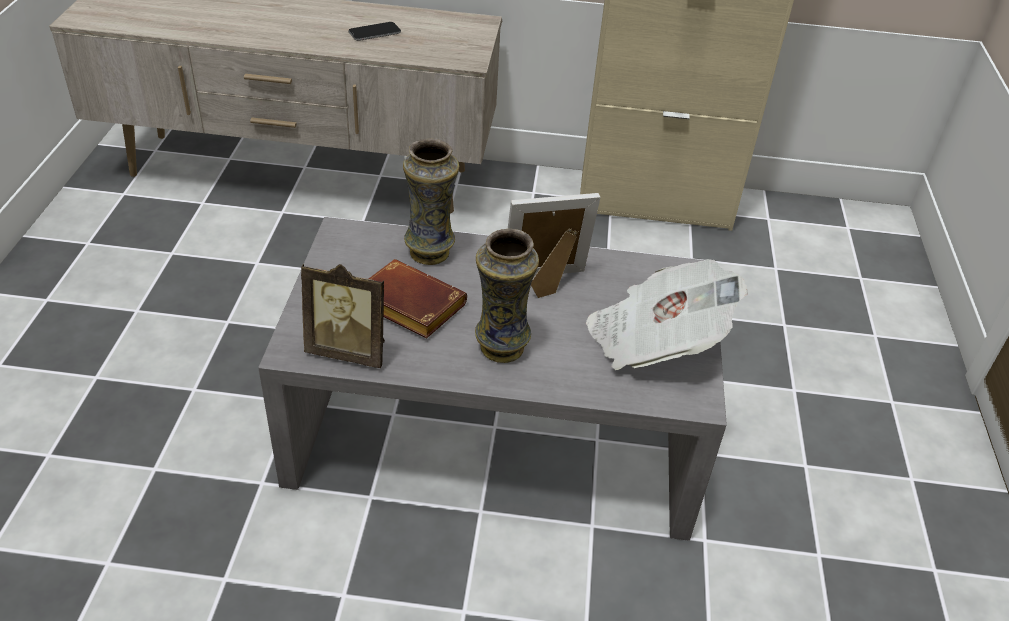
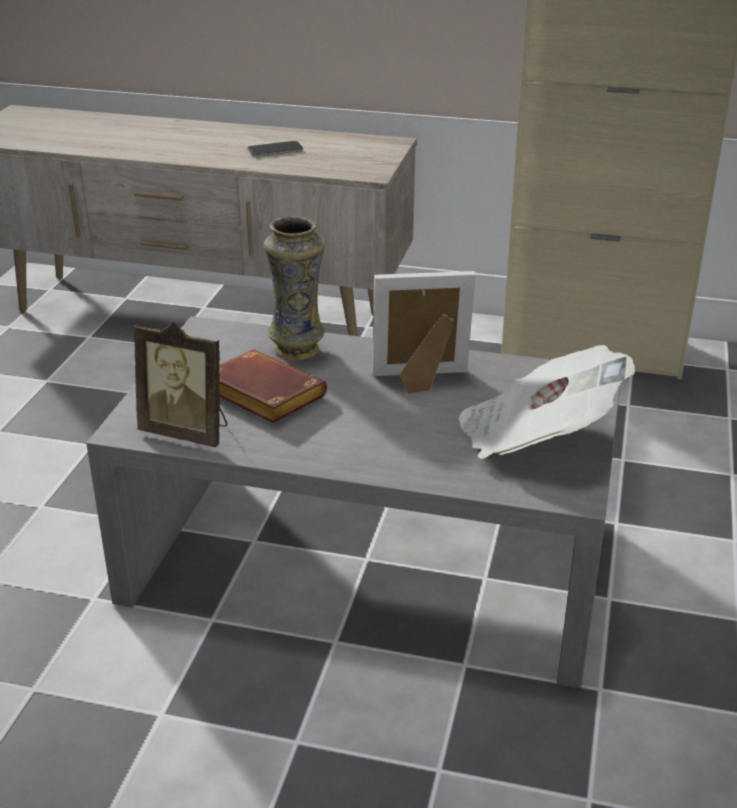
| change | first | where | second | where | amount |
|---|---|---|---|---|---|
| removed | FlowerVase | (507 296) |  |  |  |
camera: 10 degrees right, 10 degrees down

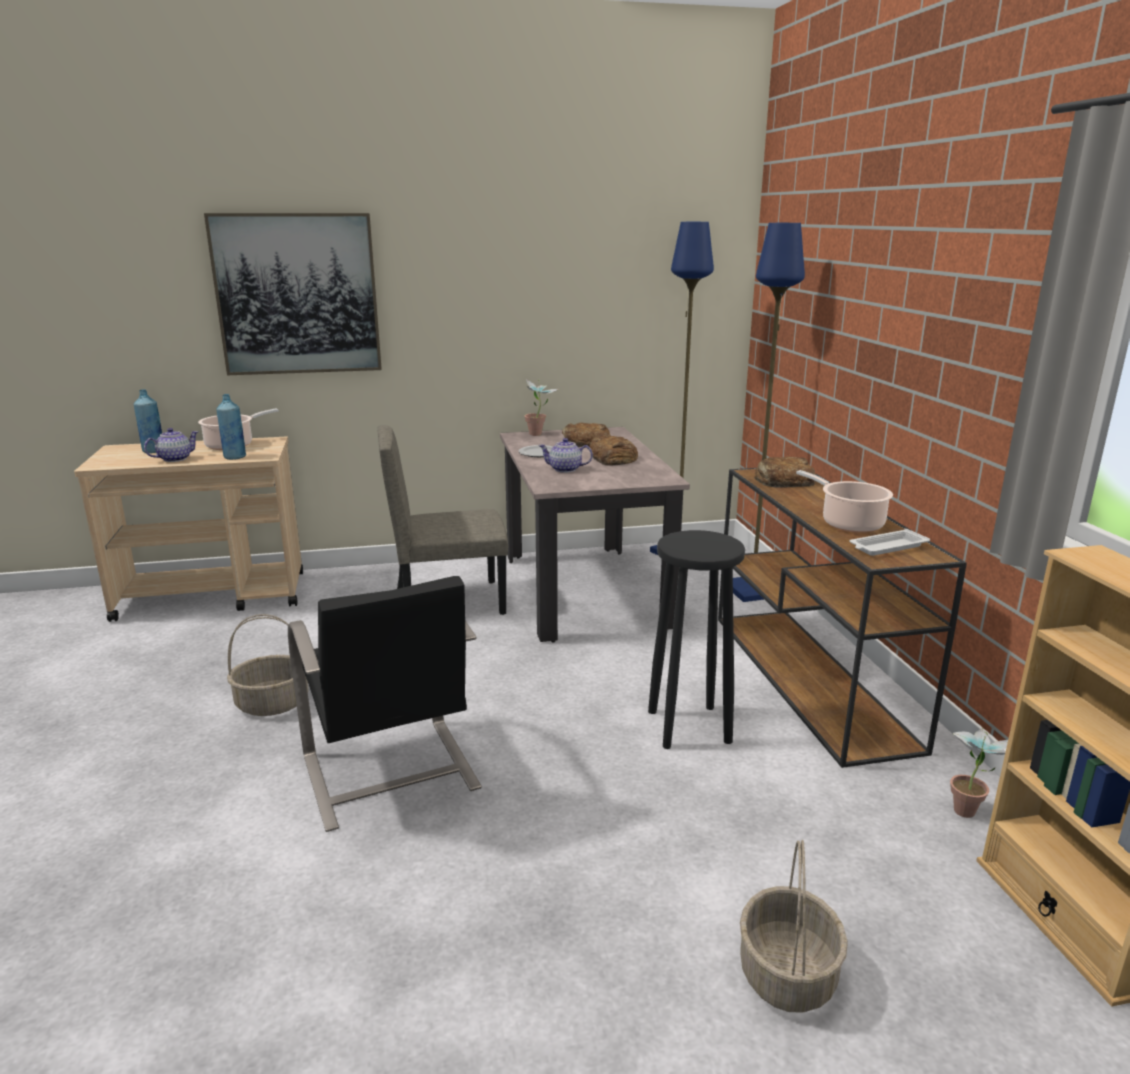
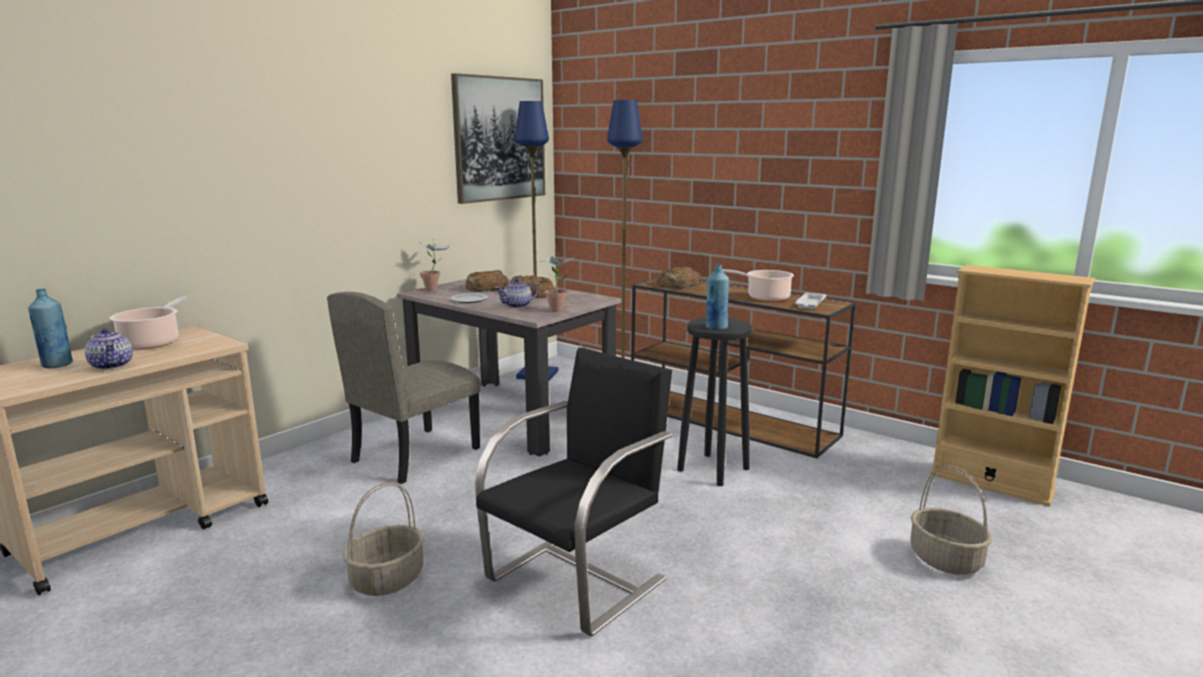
| change | first | where | second | where | amount |
|---|---|---|---|---|---|
| moved | WallPicture | (293 294) |  | (498 138) |  |
| moved | BlueDrinkBottle | (231 427) |  | (717 297) |  |
| turned | TeaPot | (171 445) |  | (108 349) | 135 degrees clockwise |
| turned | BlackishUprightChair | (385 704) |  | (573 491) | 75 degrees counterclockwise |
| moved | Houseplant | (979 772) |  | (556 282) |  |
camera: 40 degrees left, 5 degrees down

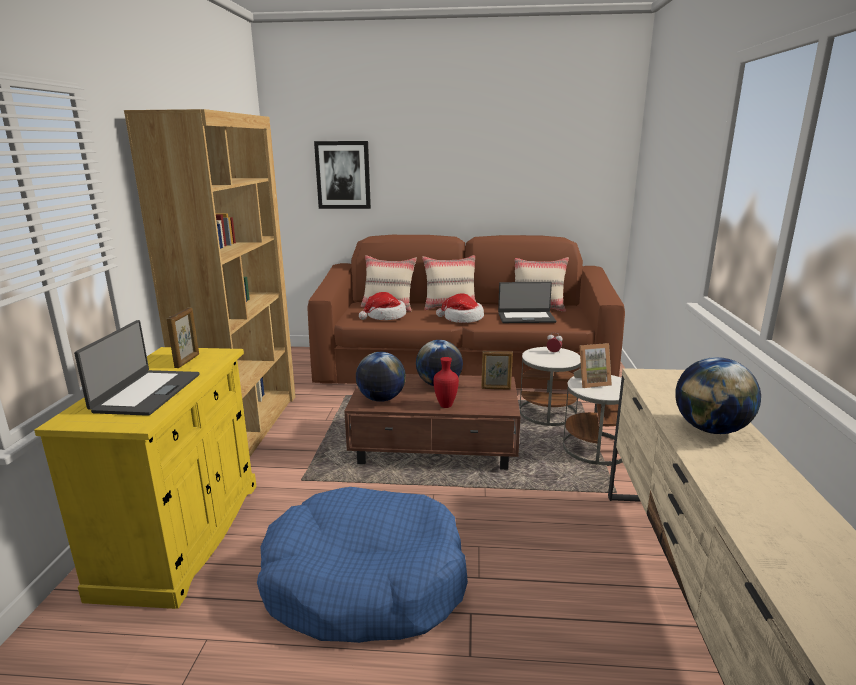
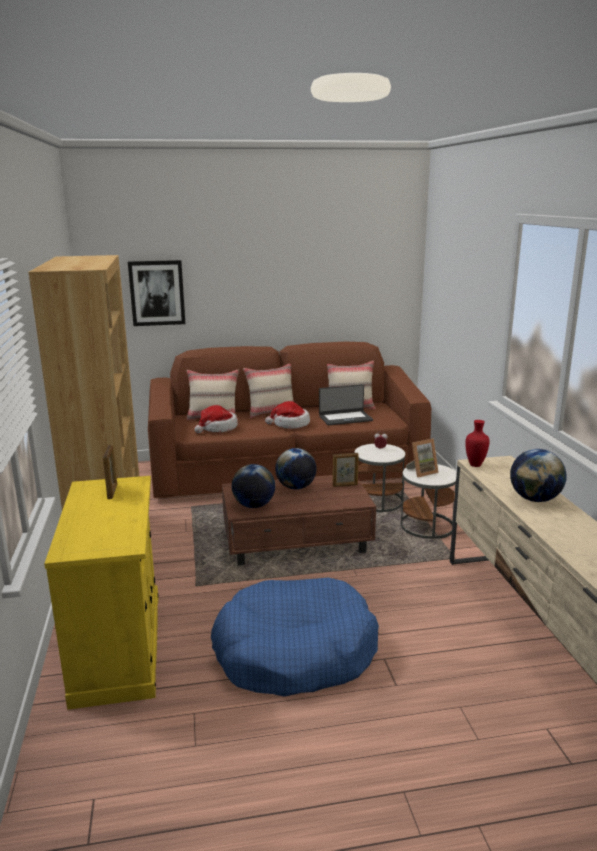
| change | first | where | second | where | amount |
|---|---|---|---|---|---|
| removed | NotebookComputer | (136 368) |  |  |  |
| moved | ReddishFlowerVase | (446 382) |  | (477 443) |  |
camera: 15 degrees left, 0 degrees up

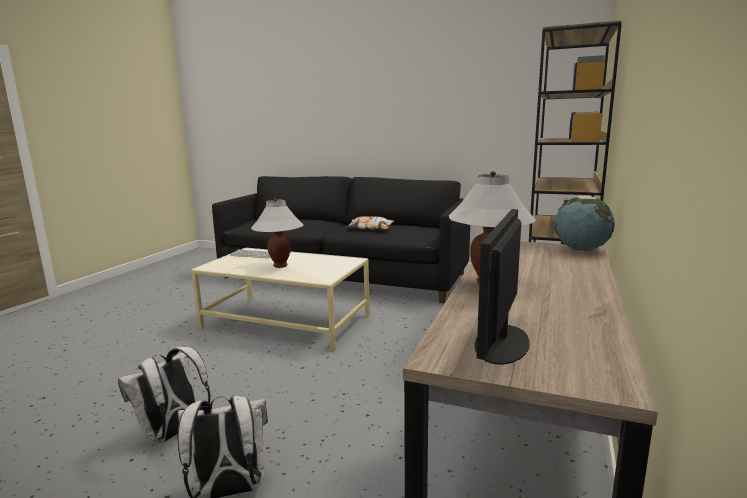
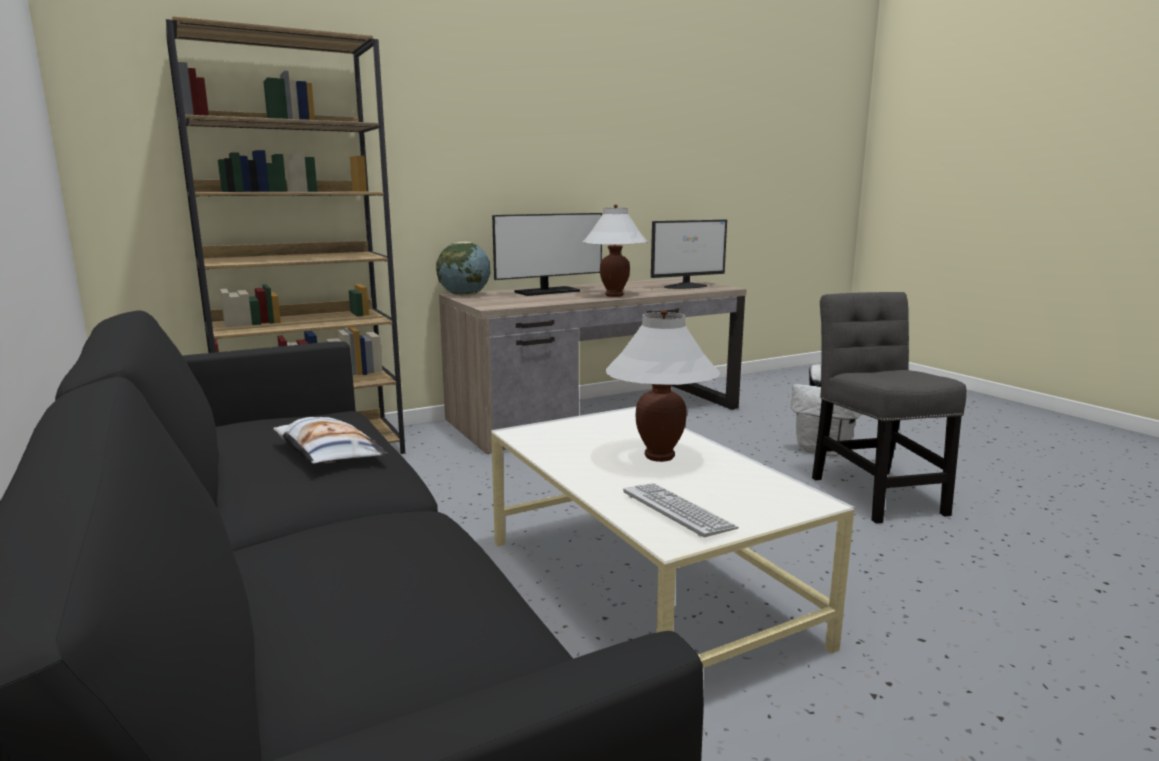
| change | first | where | second | where | amount |
|---|---|---|---|---|---|
| replaced | WhiteRucksack | (164 395) | GreyishUprightChair | (889 407) |  |
| added |  |  | Monitor | (547 254) |  |
camera: 140 degrees left, 0 degrees up

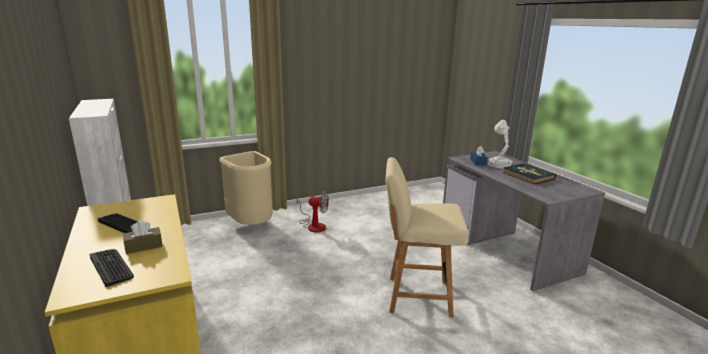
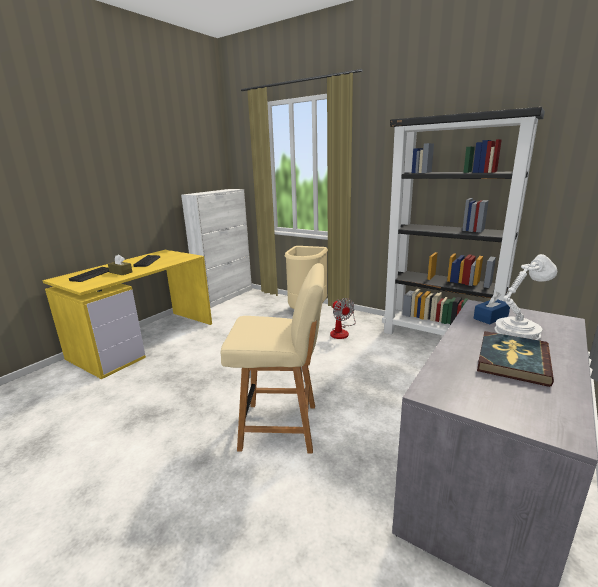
| change | first | where | second | where | amount |
|---|---|---|---|---|---|
| turned | BeigeUprightChair | (427 237) |  | (273 358) | 120 degrees clockwise |
| added |  |  | BlackishBookcase | (463 221) |  |
camera: 60 degrees right, 0 degrees up

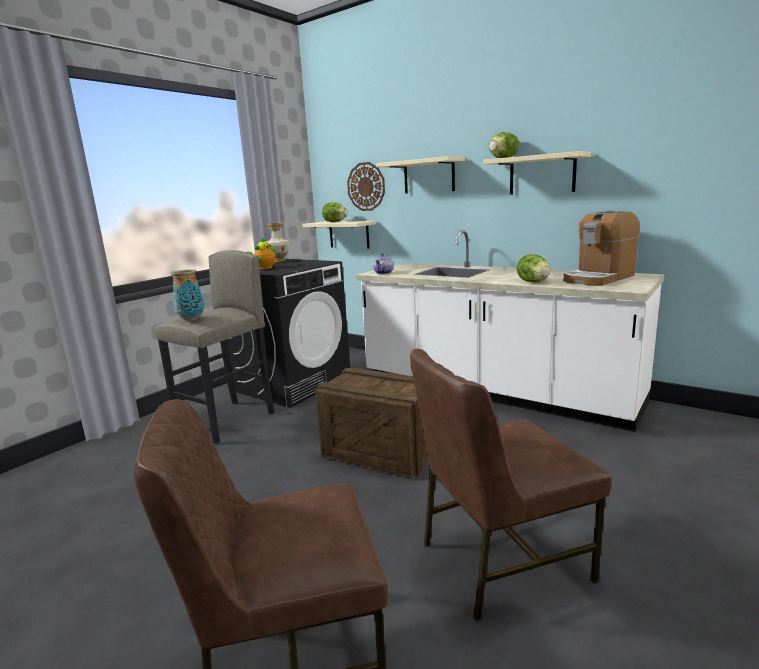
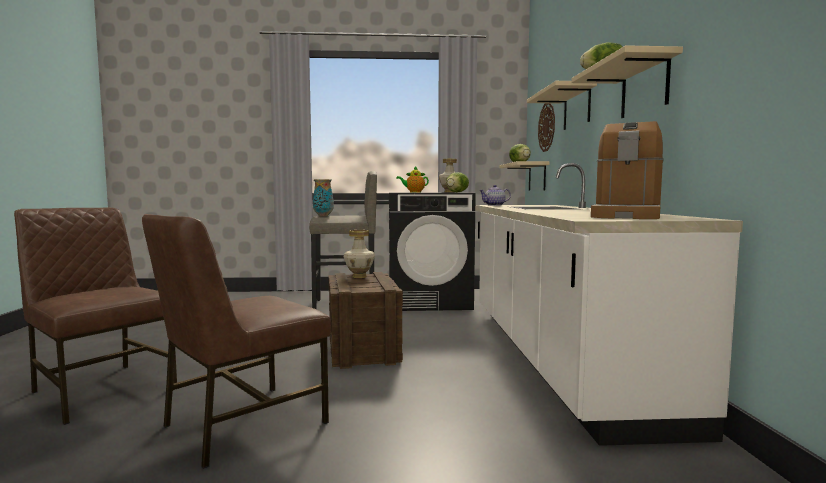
| change | first | where | second | where | amount |
|---|---|---|---|---|---|
| turned | CoffeeMachine | (601 248) |  | (627 170) | 75 degrees counterclockwise |
| moved | HeadOfLettuce | (533 268) |  | (457 182) |  |
| turned | BrownUprightChair | (510 484) |  | (236 341) | 75 degrees counterclockwise |
| added |  |  | FlowerVase | (359 254) |  |
camera: 50 degrees right, 10 degrees down

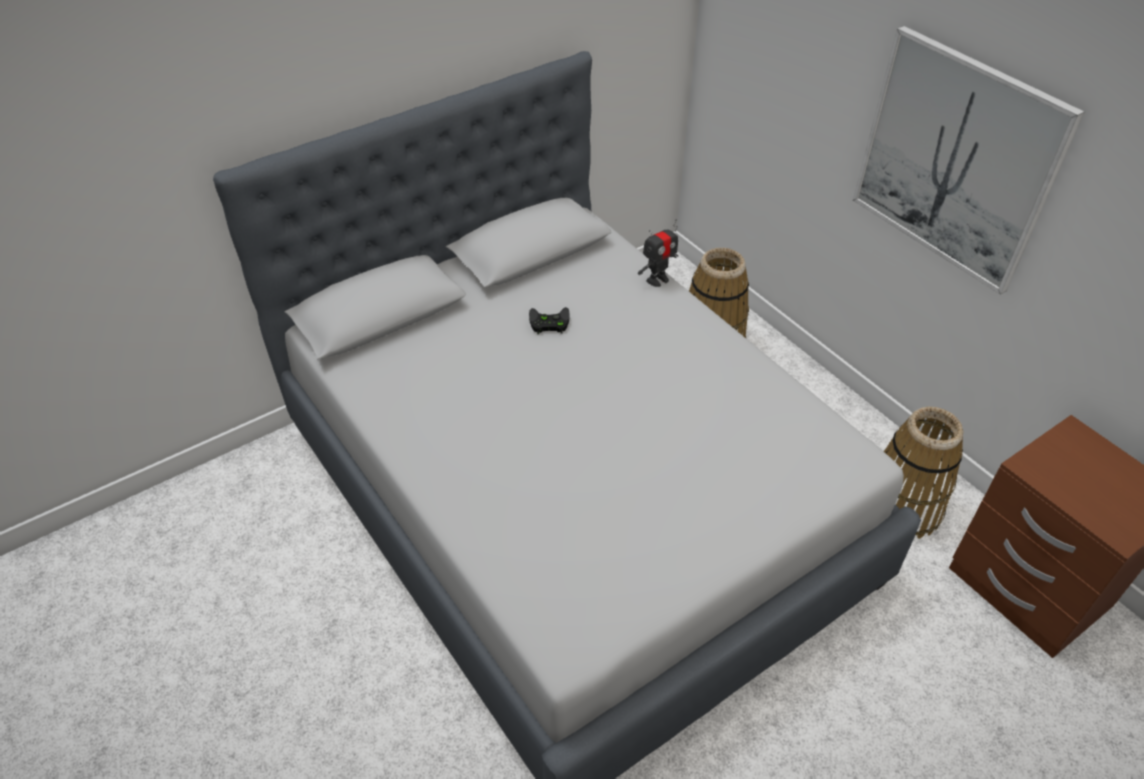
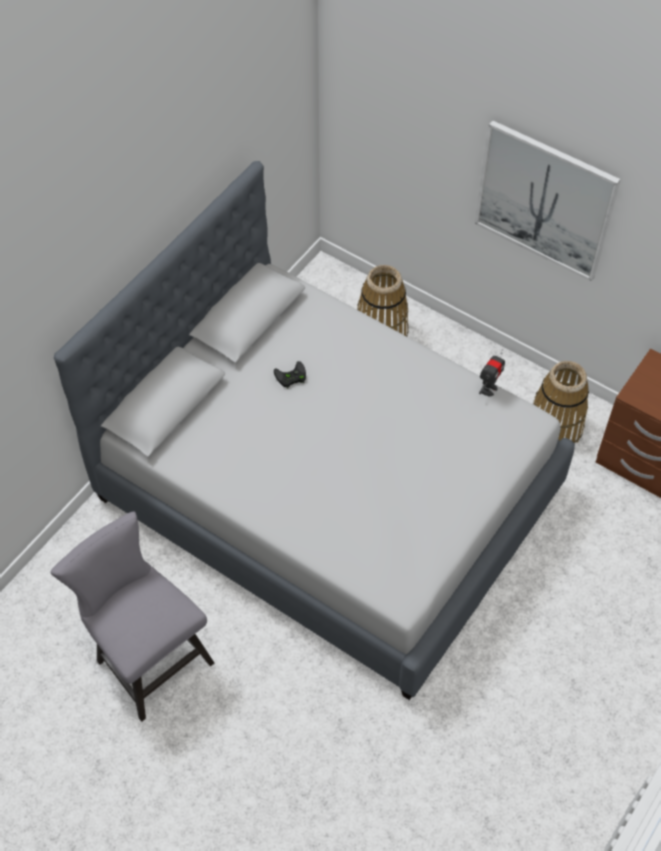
| change | first | where | second | where | amount |
|---|---|---|---|---|---|
| moved | ModelRobot | (658 253) |  | (492 372) |  |
| added |  |  | GreyishUprightChair | (132 616) |  |
camera: 20 degrees left, 10 degrees up

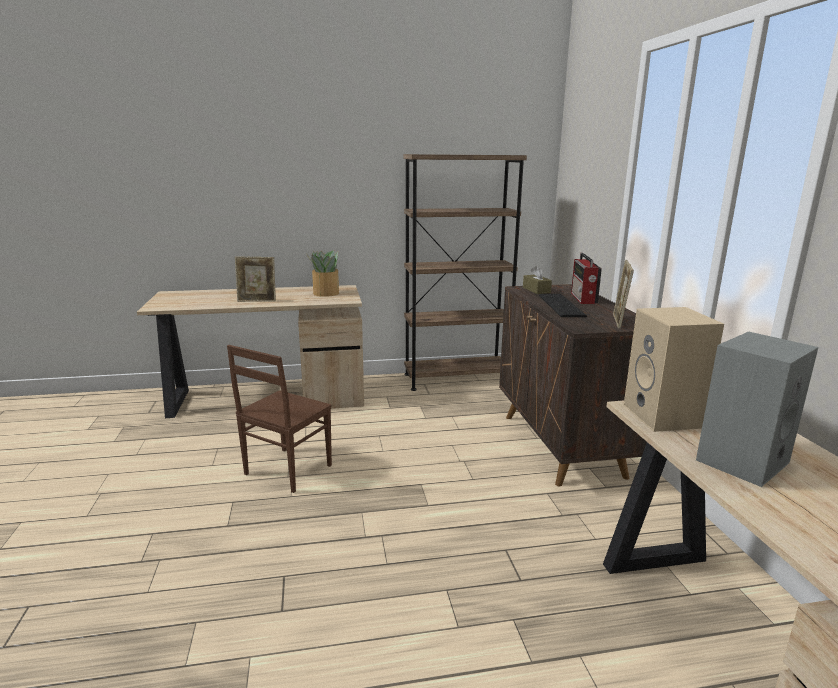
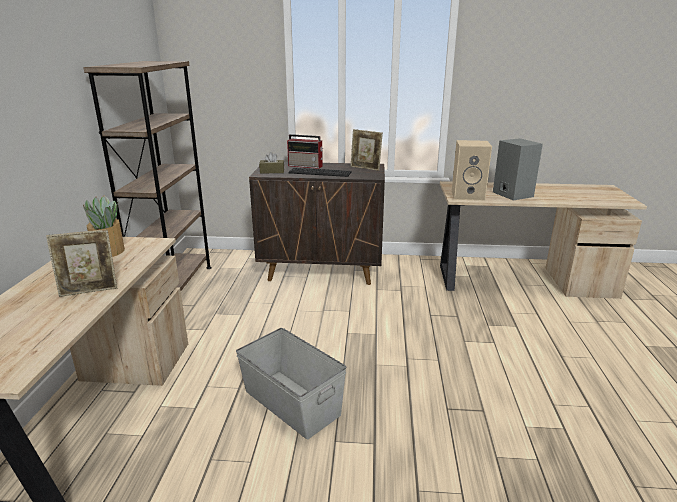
| change | first | where | second | where | amount |
|---|---|---|---|---|---|
| turned | PhotoFrame | (255 279) |  | (81 263) | 60 degrees clockwise |
| replaced | BrownUprightChair | (279 419) | GreyishStorageBox | (291 383) |  |
camera: 75 degrees left, 5 degrees up

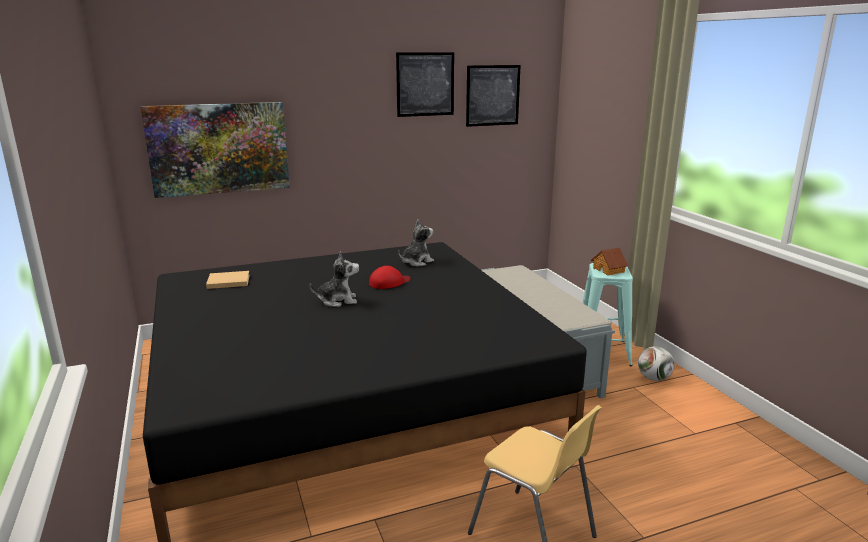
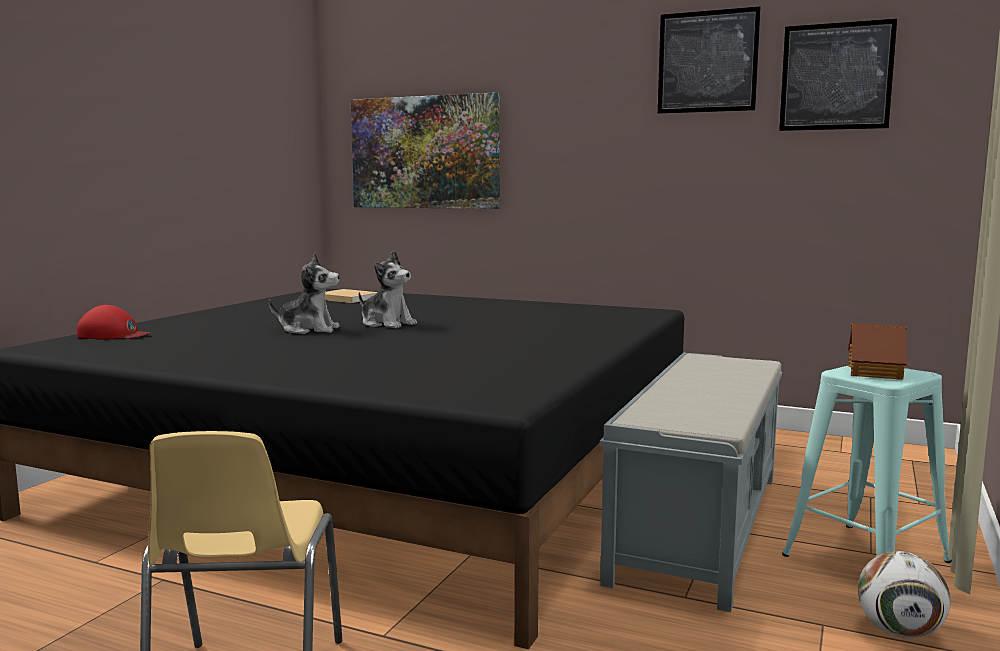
| change | first | where | second | where | amount |
|---|---|---|---|---|---|
| moved | SoftToy | (416 242) |  | (304 293) |  |
| moved | ReddishCap | (390 277) |  | (114 322) |  |
camera: 45 degrees right, 10 degrees down

